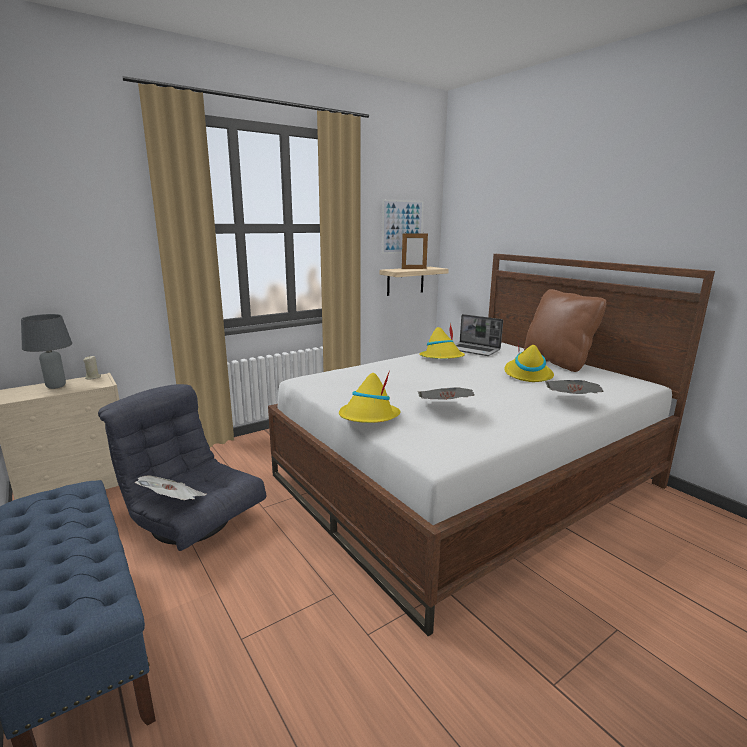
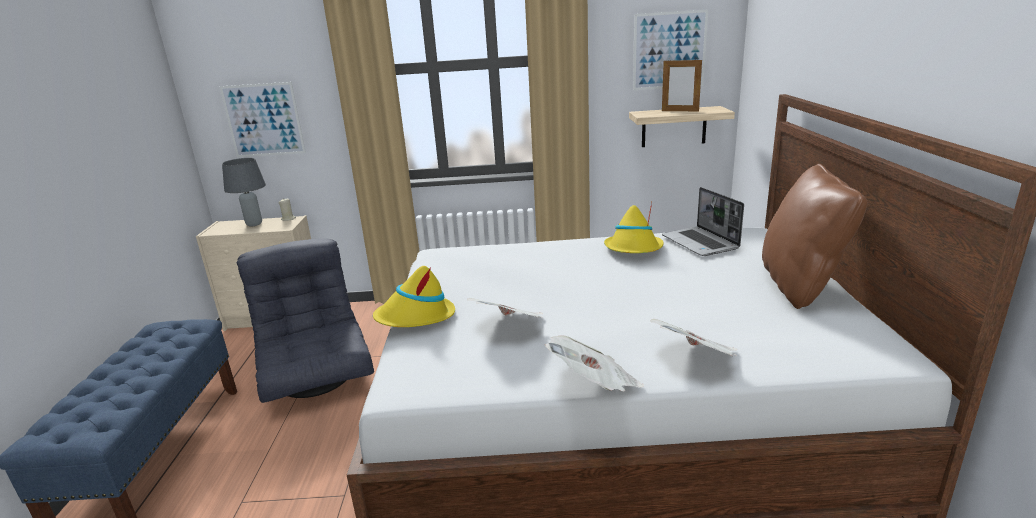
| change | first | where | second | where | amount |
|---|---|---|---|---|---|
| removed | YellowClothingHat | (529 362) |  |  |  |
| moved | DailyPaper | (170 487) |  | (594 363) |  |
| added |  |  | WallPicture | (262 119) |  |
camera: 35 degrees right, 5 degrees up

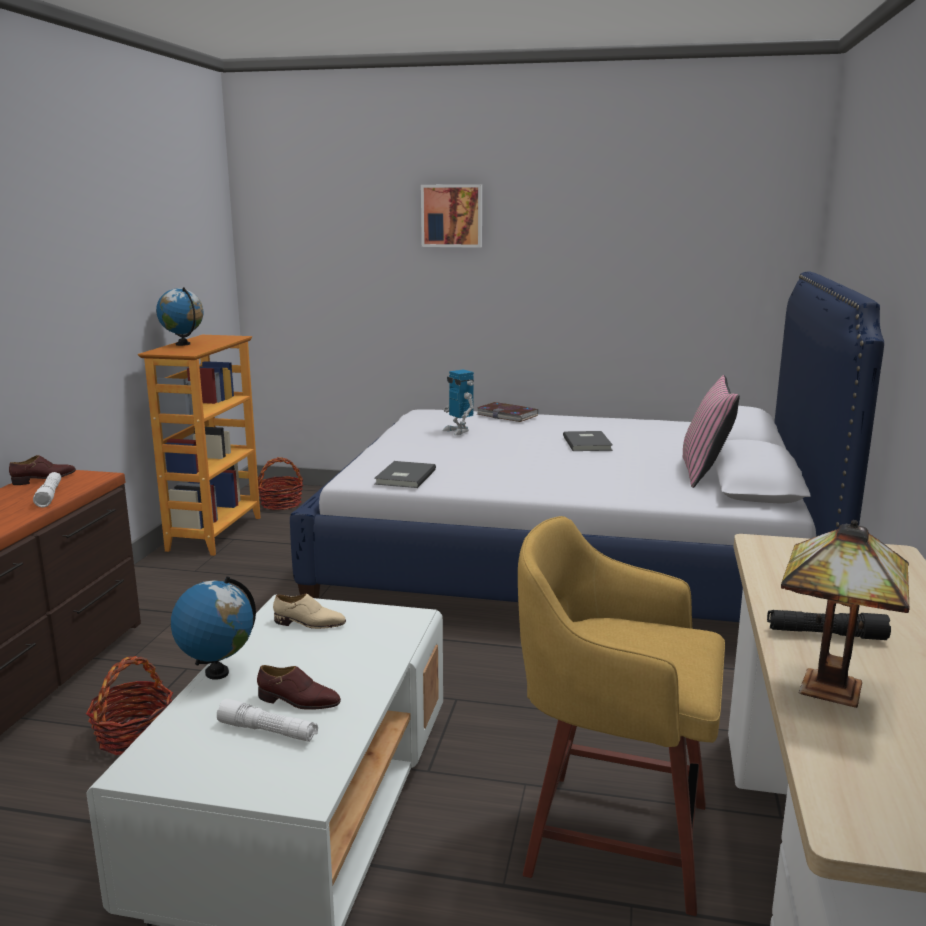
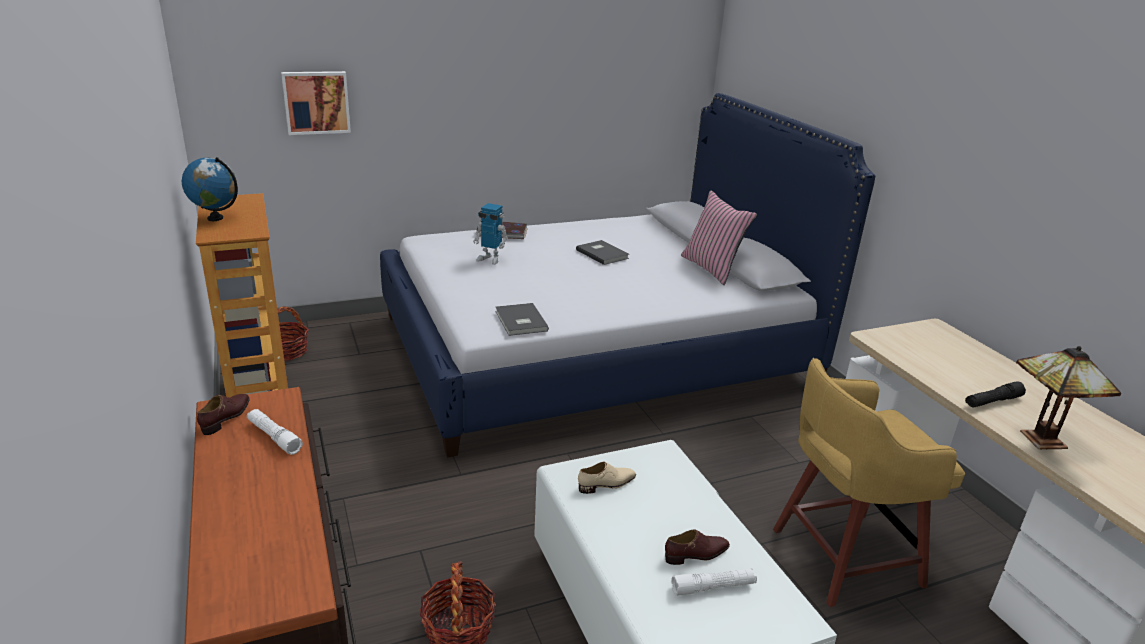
| change | first | where | second | where | amount |
|---|---|---|---|---|---|
| moved | WallPicture | (451 216) |  | (316 103) |  |
| removed | Globe | (213 628) |  |  |  |
camera: 35 degrees left, 10 degrees up

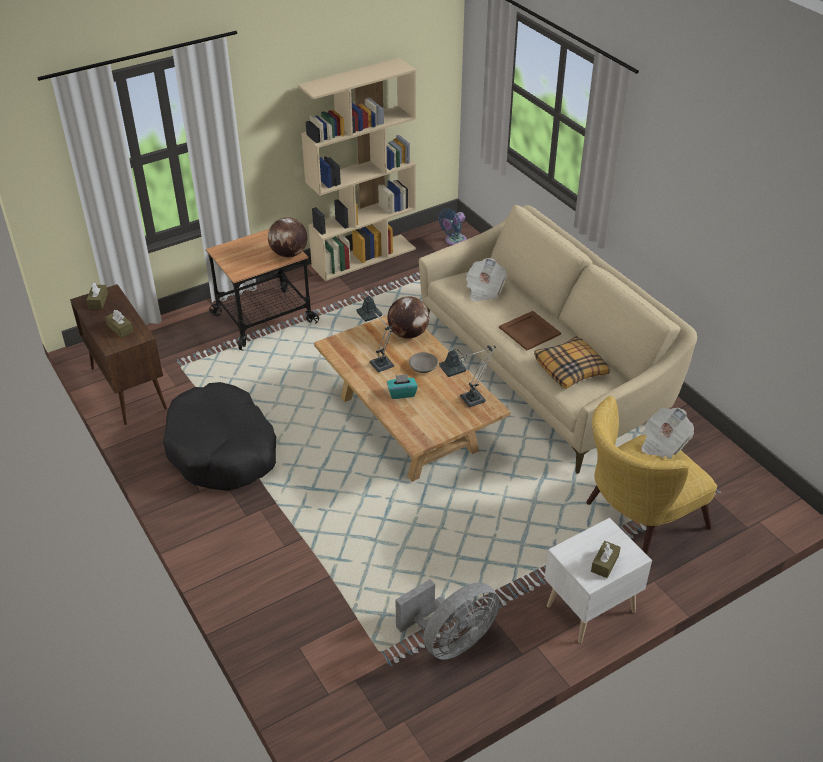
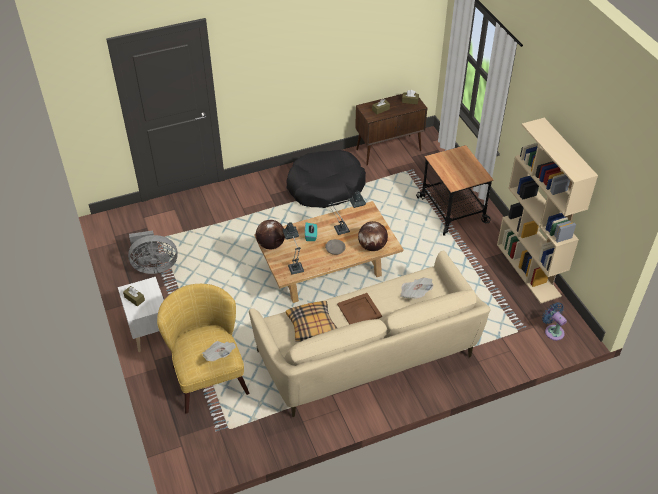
| change | first | where | second | where | amount |
|---|---|---|---|---|---|
| moved | Globe | (288 237) |  | (270 234) |  |
| turned | GreyishElectricFan | (448 619) |  | (153 252) | 75 degrees counterclockwise |
camera: 100 degrees right, 5 degrees up

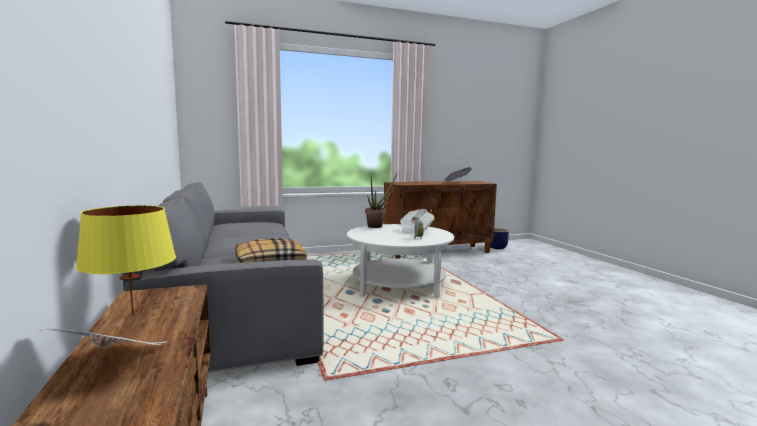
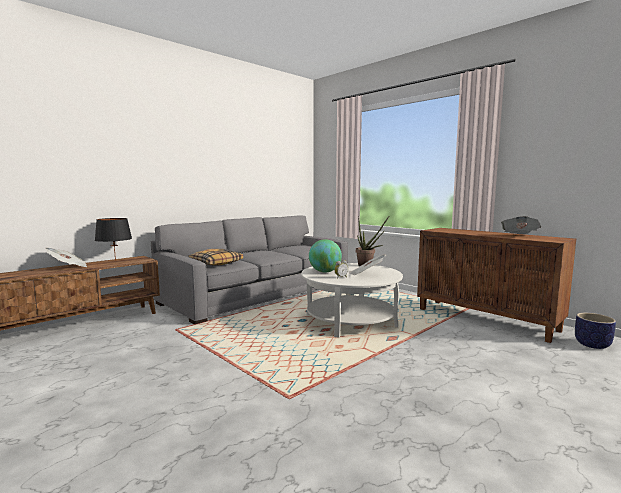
| change | first | where | second | where | amount |
|---|---|---|---|---|---|
| recoloured | YellowTabletopLamp | (126 260) | BlackishTabletopLamp | (113 239) |  |
| added |  |  | Globe | (325 256) |  |
camera: 65 degrees right, 0 degrees up

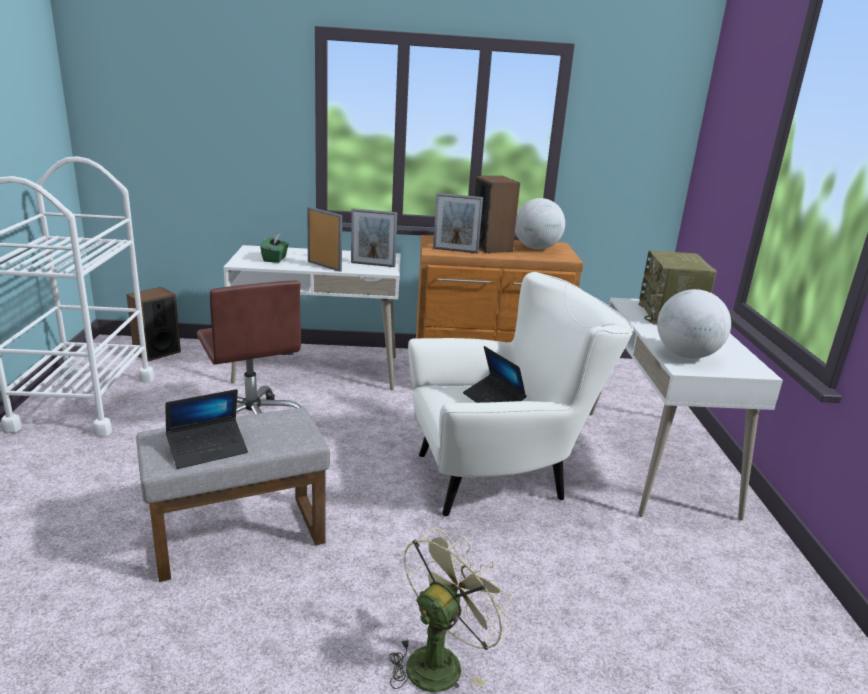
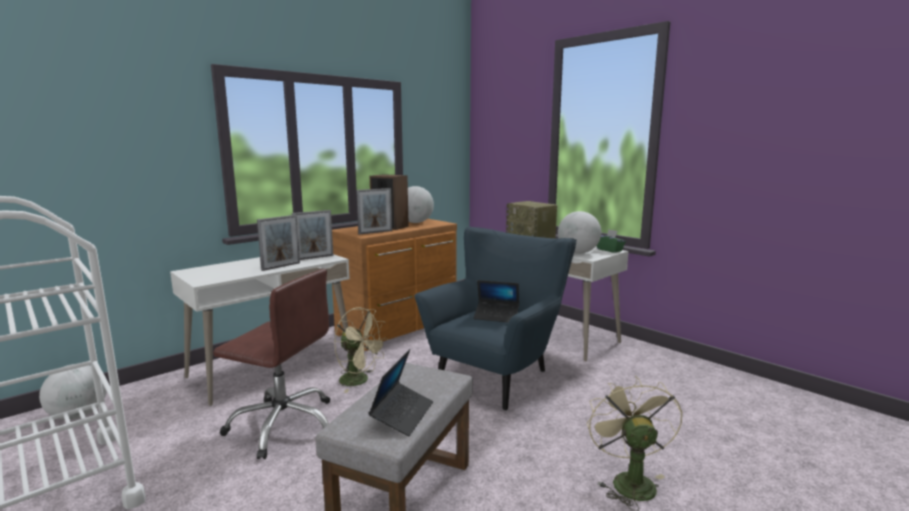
| change | first | where | second | where | amount |
|---|---|---|---|---|---|
| turned | PhotoFrame | (324 239) |  | (278 243) | 135 degrees clockwise |
| moved | GreenishBoxOfTissues | (274 248) |  | (611 241) |  |
| recoloured | WhiteEasyChair | (520 394) | BlueEasyChair | (495 319) |  |
| replaced | AudioSpeaker | (153 324) | Globe | (73 392) |  |
| added |  |  | BeigeElectricFan | (361 350) |  |
camera: 40 degrees left, 10 degrees down

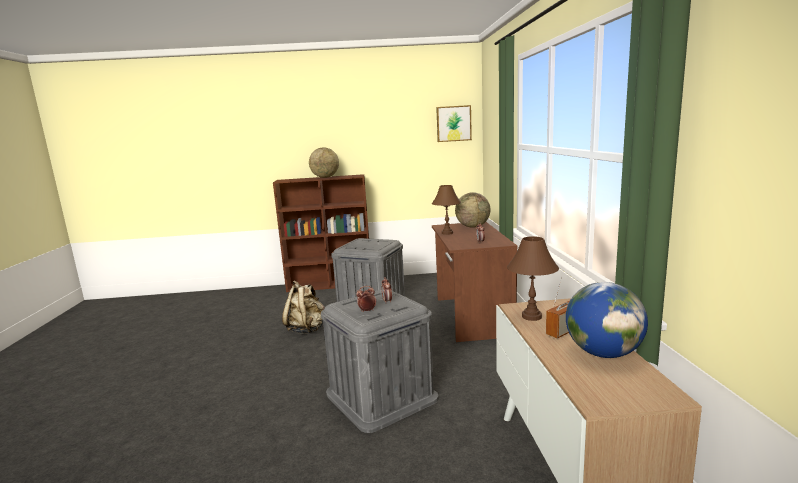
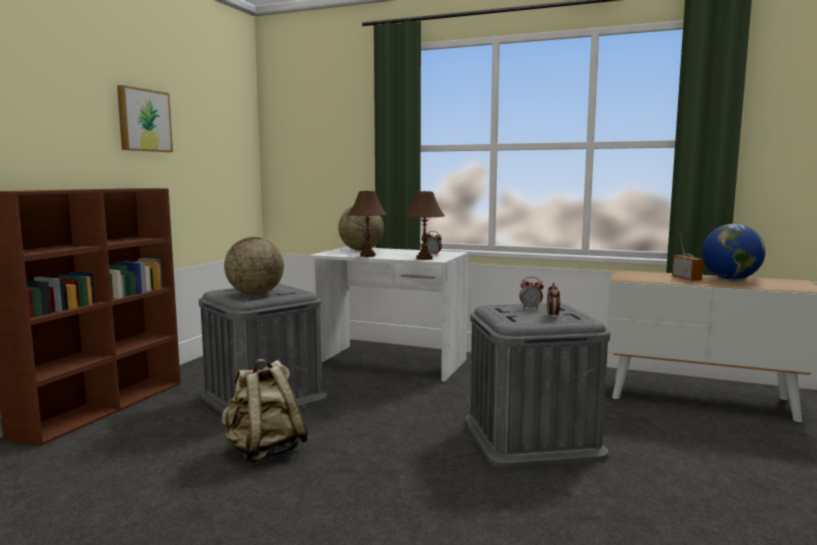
| change | first | where | second | where | amount |
|---|---|---|---|---|---|
| moved | WallPicture | (454 123) |  | (145 118) |  |
| moved | Globe | (324 162) |  | (254 266) |  |
| recoloured | BrownDesk | (475 282) | WhiteDesk | (388 314) |  |
| moved | BrownTabletopLamp | (533 278) |  | (425 225) |  |
camera: 65 degrees left, 5 degrees down

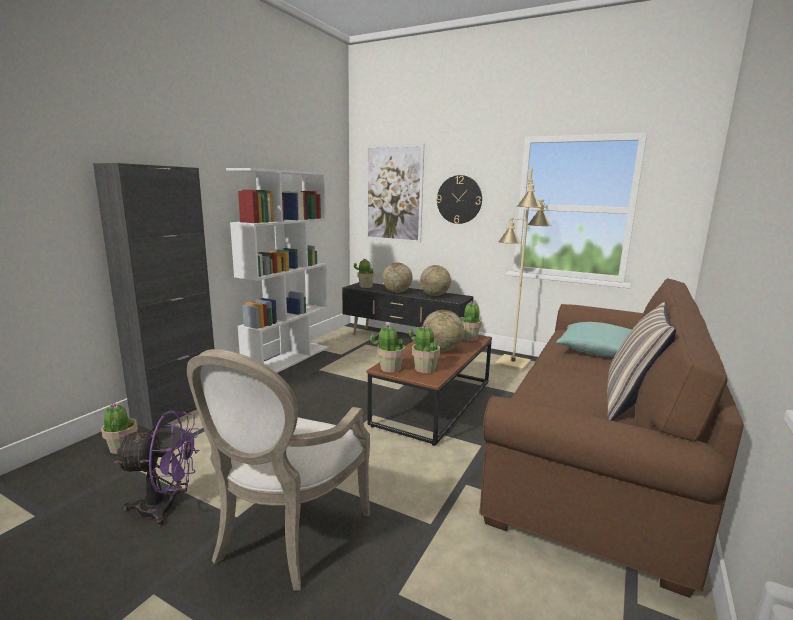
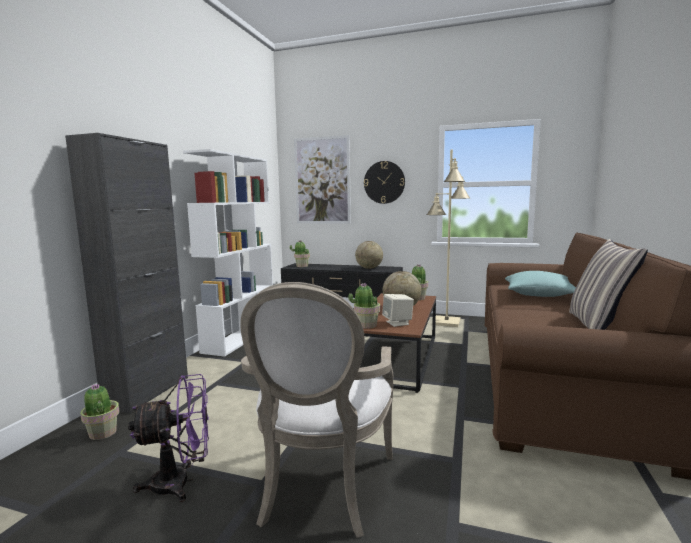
| change | first | where | second | where | amount |
|---|---|---|---|---|---|
| removed | Globe | (397 278) |  |  |  |
| replaced | Houseplant | (424 348) | BeigeAudioSpeaker | (398 310) |  |
camera: 10 degrees left, 5 degrees down

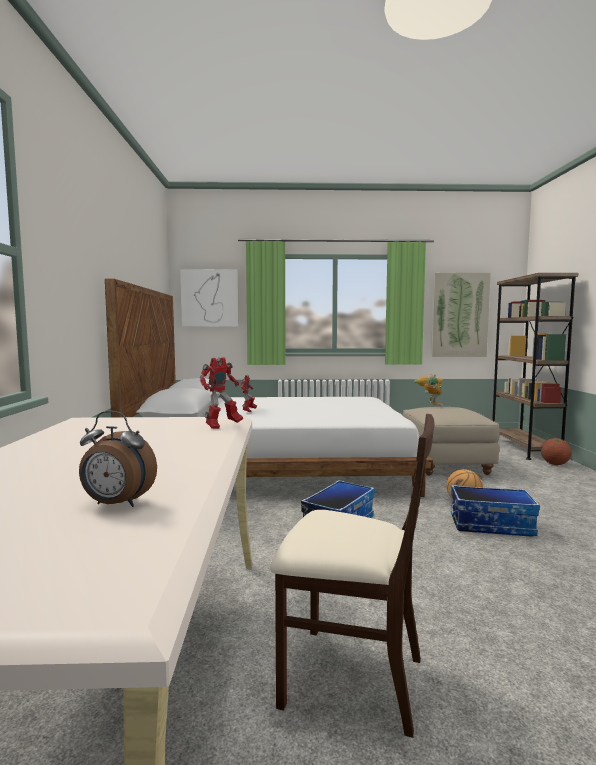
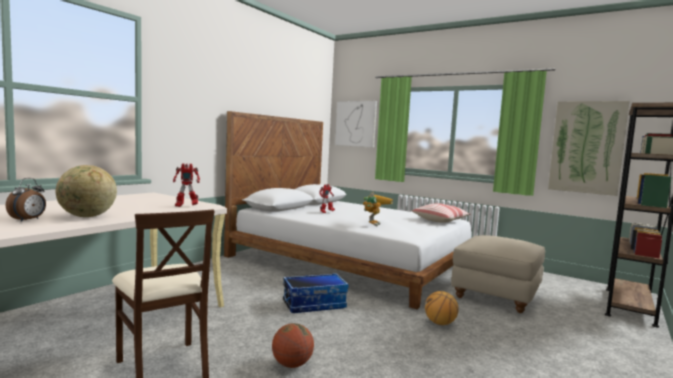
| change | first | where | second | where | amount |
|---|---|---|---|---|---|
| moved | ModelRobot | (428 389) |  | (378 209) |  |
| turned | BedsideClock | (118 459) |  | (26 200) | 120 degrees counterclockwise |
| moved | BasketballBall | (556 451) |  | (293 345) |  |
| removed | StorageBox | (495 511) |  |  |  |
| added |  |  | Globe | (86 191) |  |
| added |  |  | Pillow | (441 213) |  |
camera: 35 degrees right, 0 degrees up

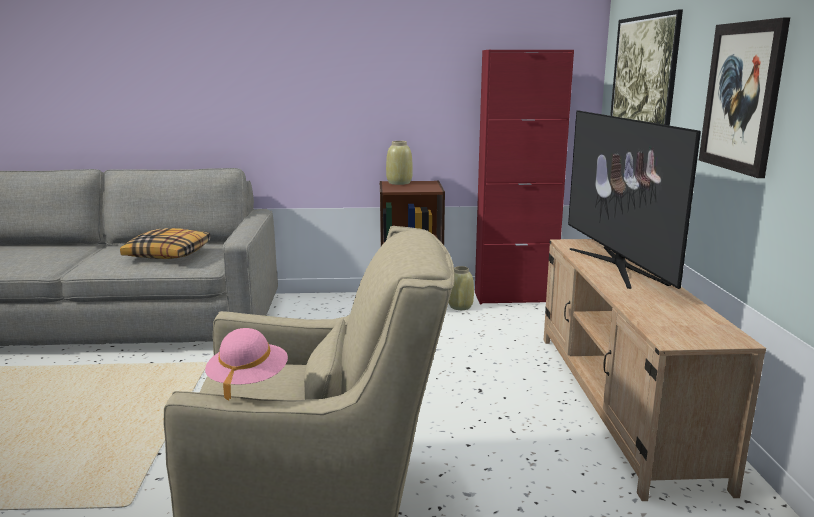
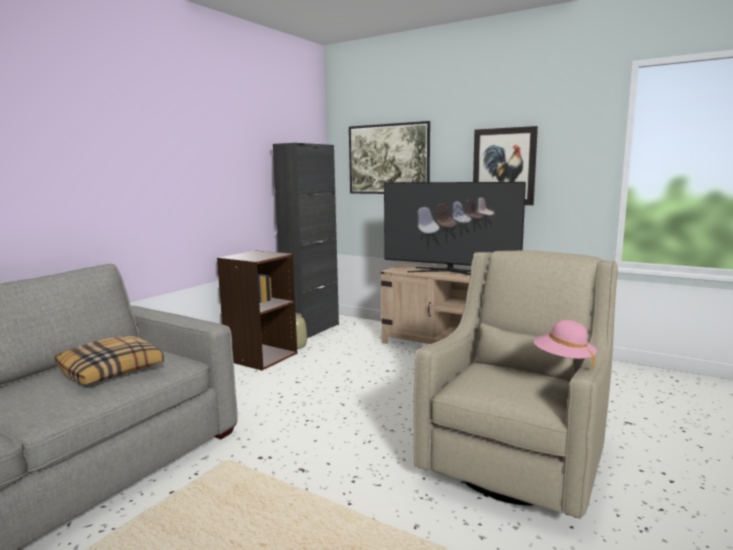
| change | first | where | second | where | amount |
|---|---|---|---|---|---|
| recoloured | ReddishCabinet | (524 177) | BlackishCabinet | (306 240) |  |
| removed | BeigeFlowerVase | (399 163) |  |  |  |
camera: 55 degrees left, 5 degrees down

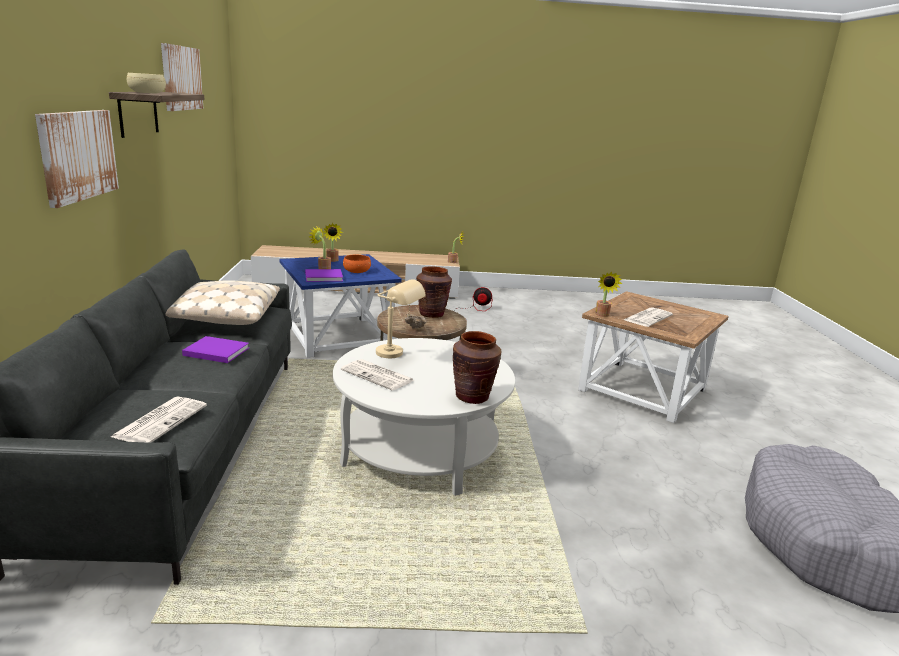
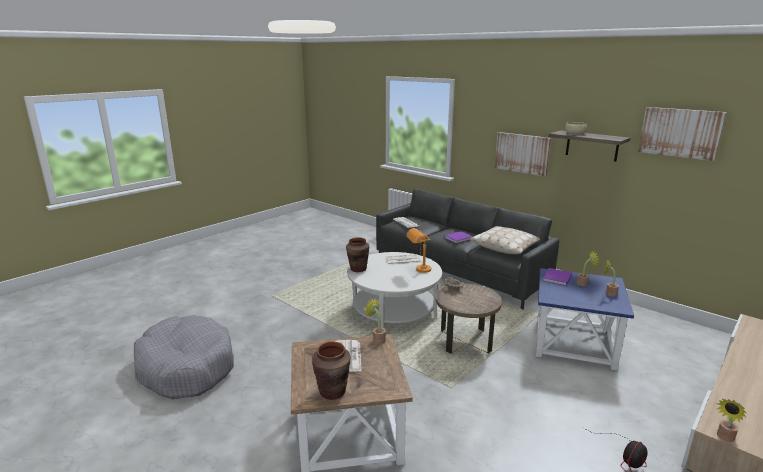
| change | first | where | second | where | amount |
|---|---|---|---|---|---|
| removed | OrangeyDeepDish | (357 264) |  |  |  |
| moved | BrownFlowerVase | (434 292) |  | (331 371) |  |
| recoloured | BeigeTabletopLamp | (401 318) | OrangeyTabletopLamp | (418 250) |  |
camera: 135 degrees right, 0 degrees up

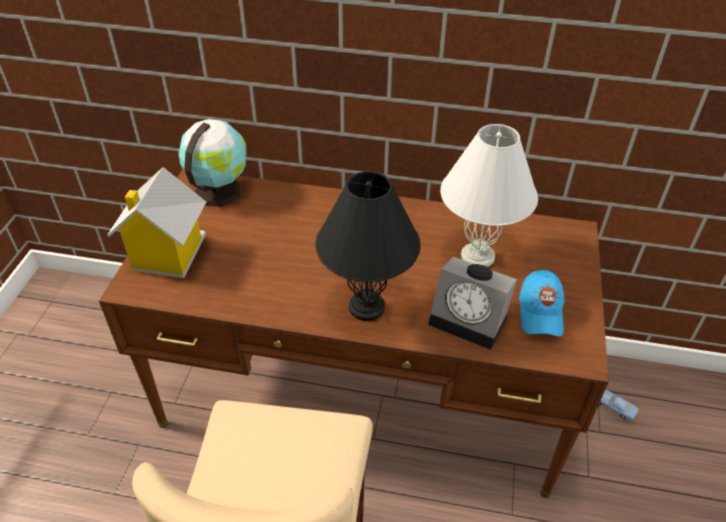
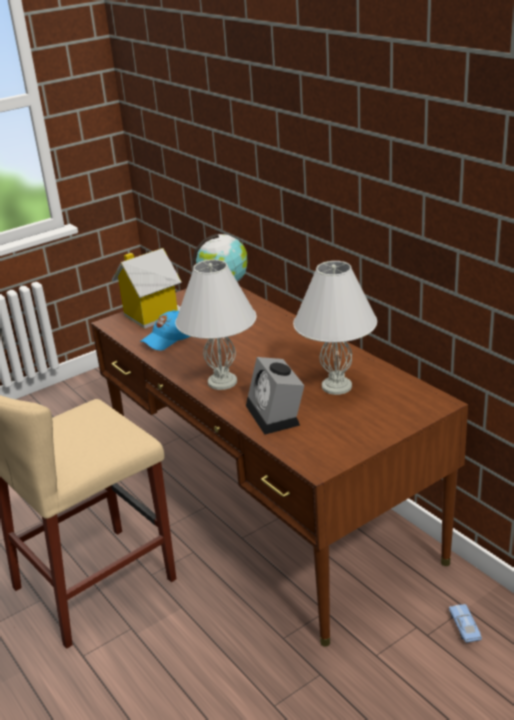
| change | first | where | second | where | amount |
|---|---|---|---|---|---|
| recoloured | BlackishTabletopLamp | (368 246) | WhiteTabletopLamp | (215 324) |  |
| moved | BlueCap | (541 303) |  | (165 330) |  |
camera: 45 degrees right, 15 degrees down

